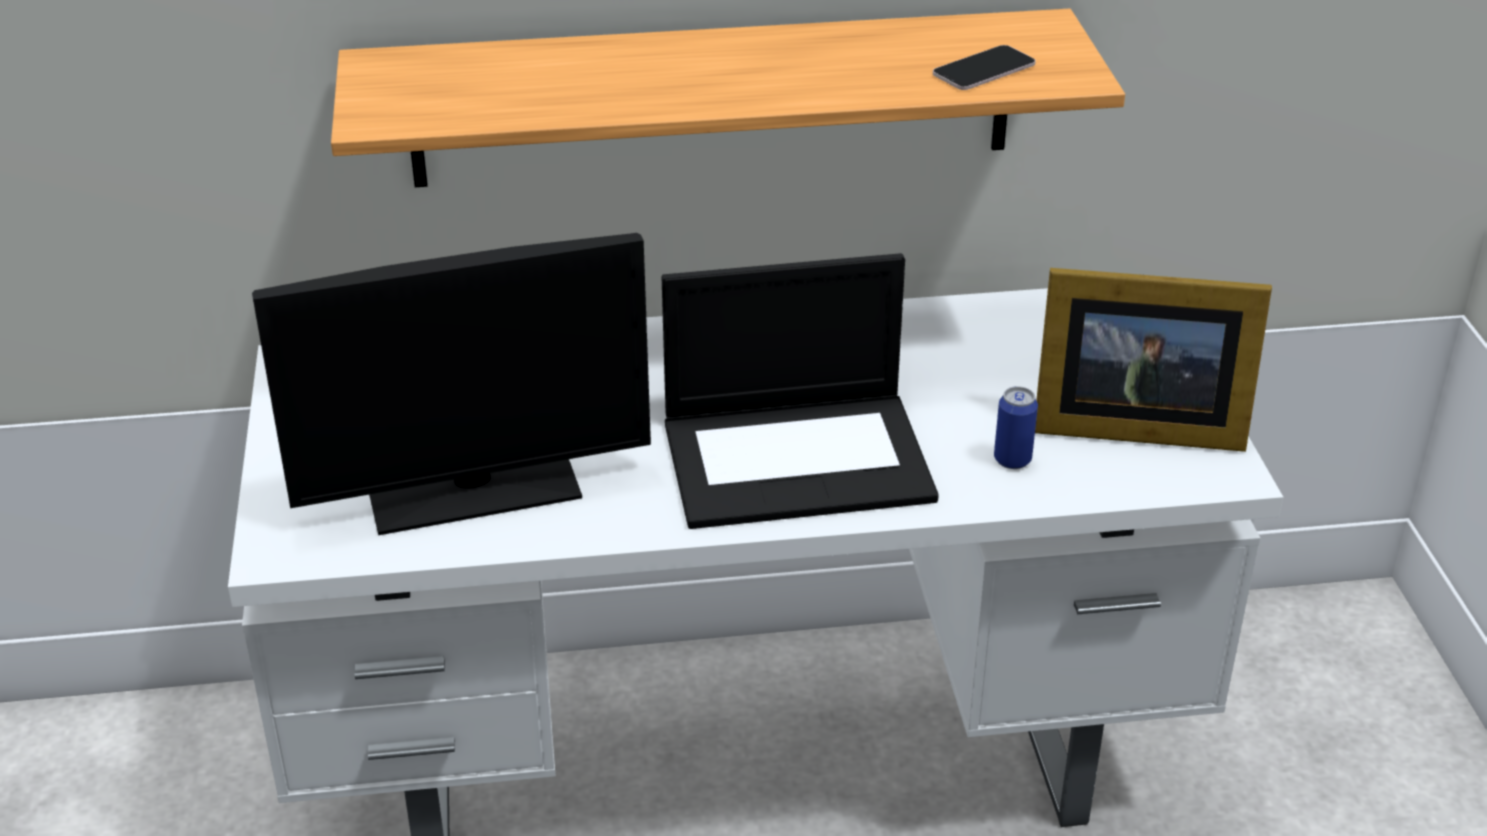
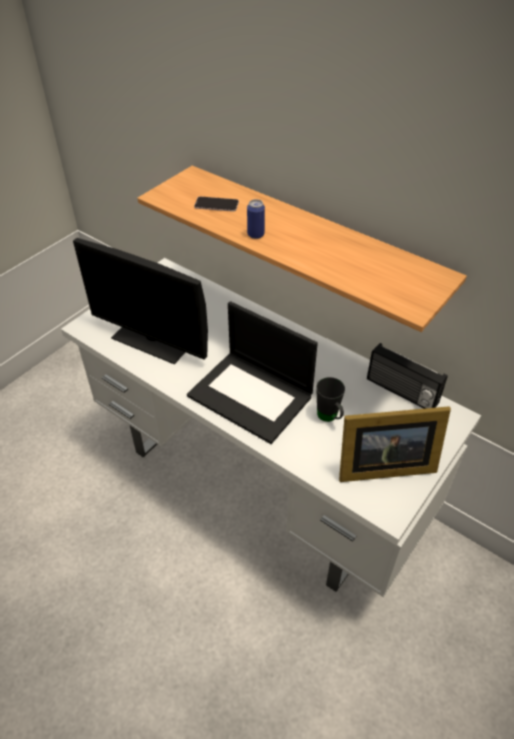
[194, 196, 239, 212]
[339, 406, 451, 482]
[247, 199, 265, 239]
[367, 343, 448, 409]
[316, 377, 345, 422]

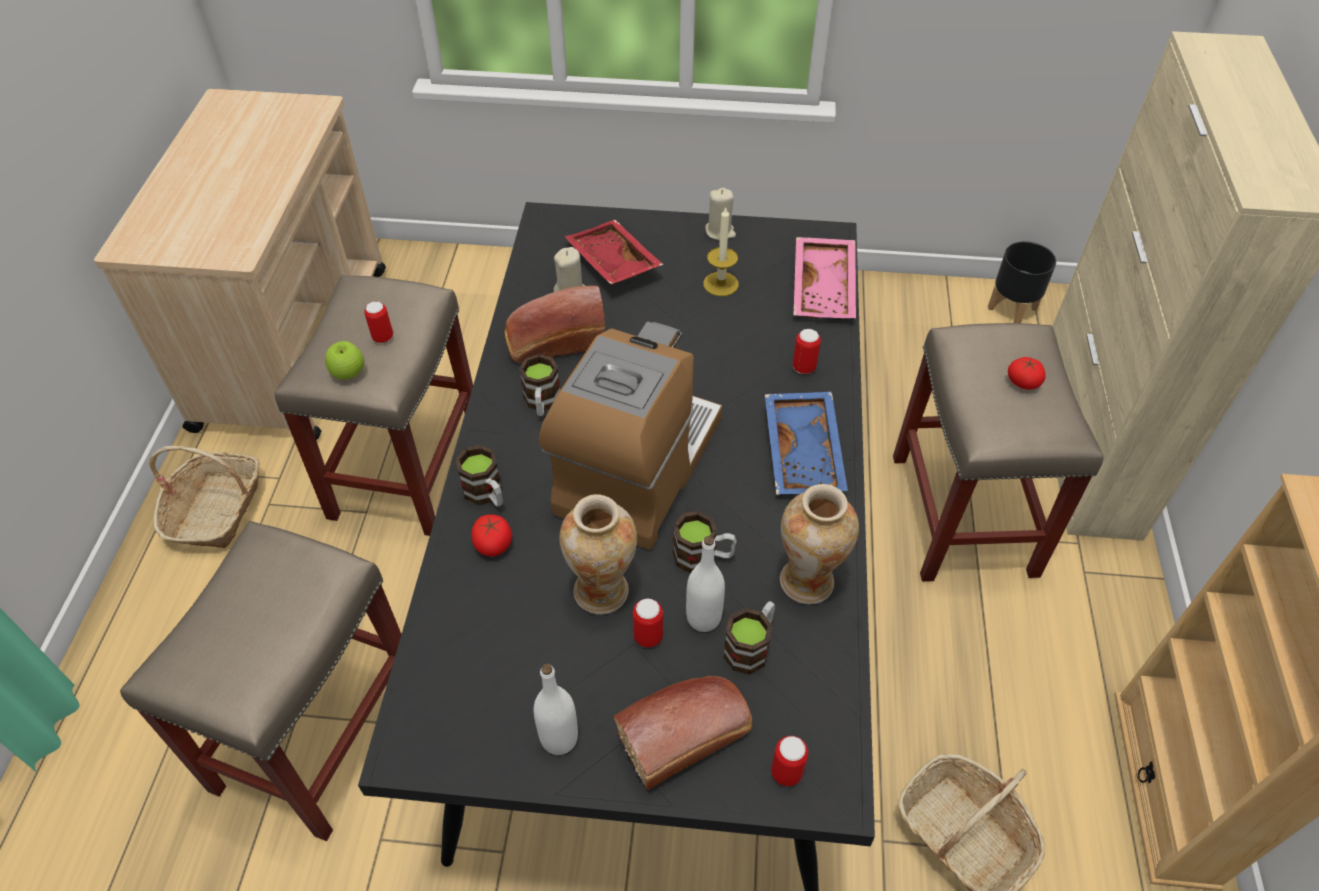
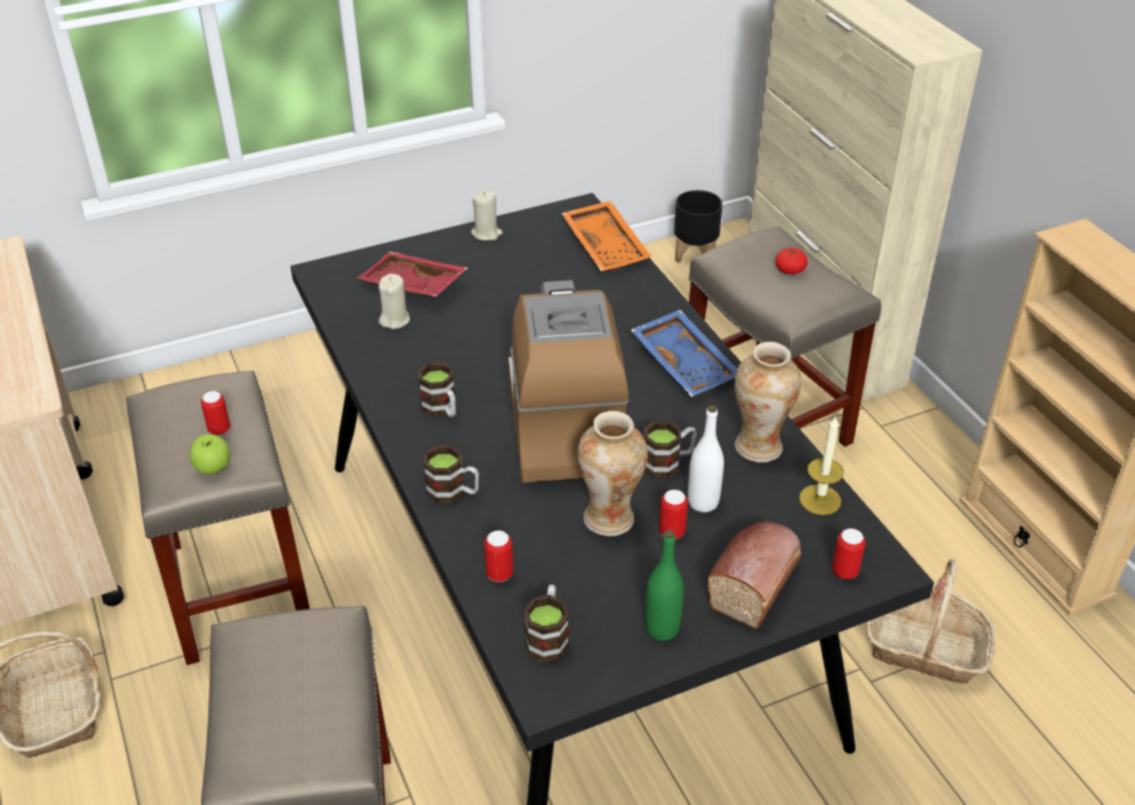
[799, 415, 844, 515]
[562, 201, 652, 271]
[504, 286, 605, 363] (first image)
[484, 530, 513, 582]
[471, 515, 512, 557] (first image)
[524, 585, 569, 663]
[645, 530, 684, 641]

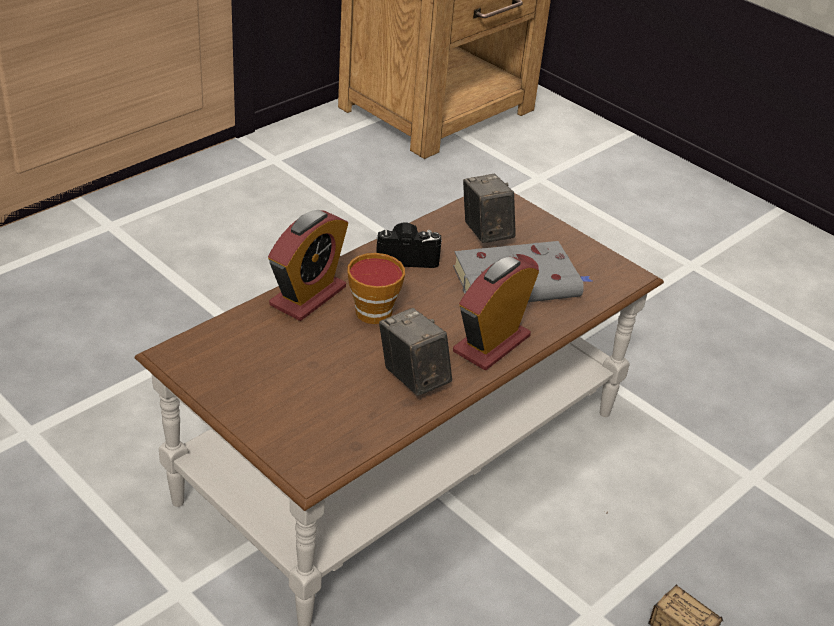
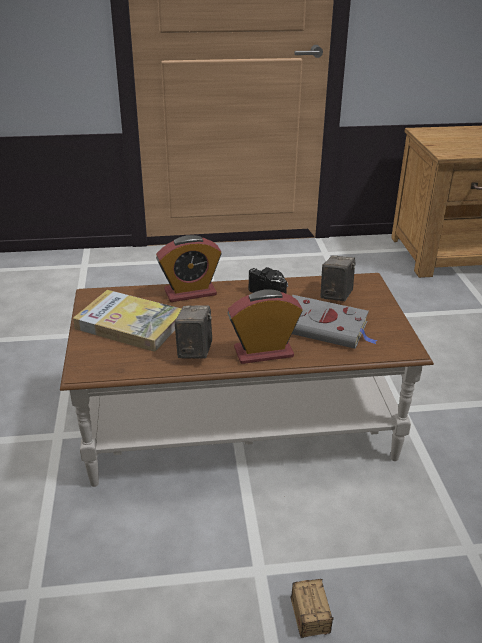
[348, 253, 405, 324] (first image)
[73, 290, 181, 352]

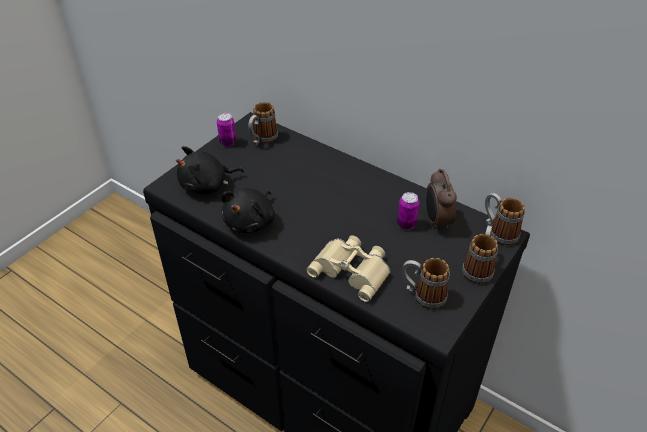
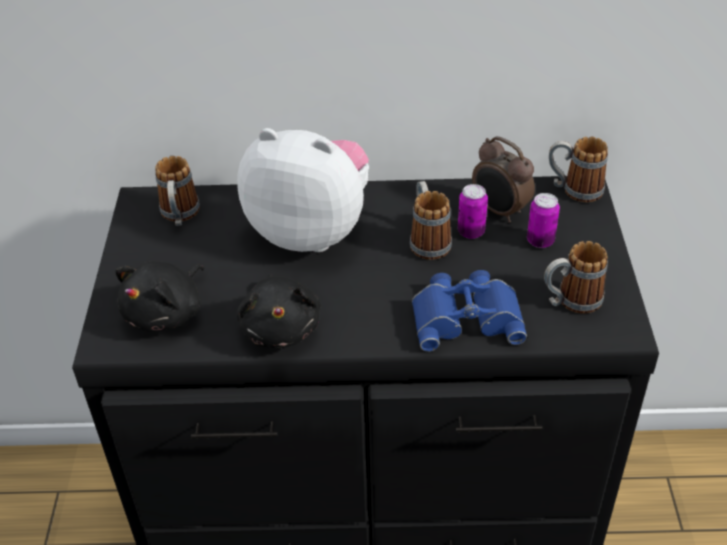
[527, 193, 560, 248]
[410, 181, 452, 260]
[412, 270, 527, 352]
[237, 128, 369, 252]

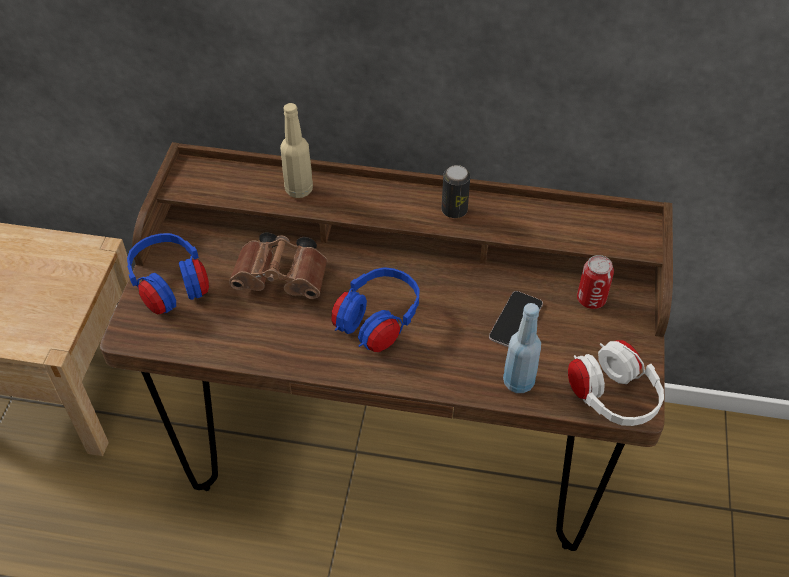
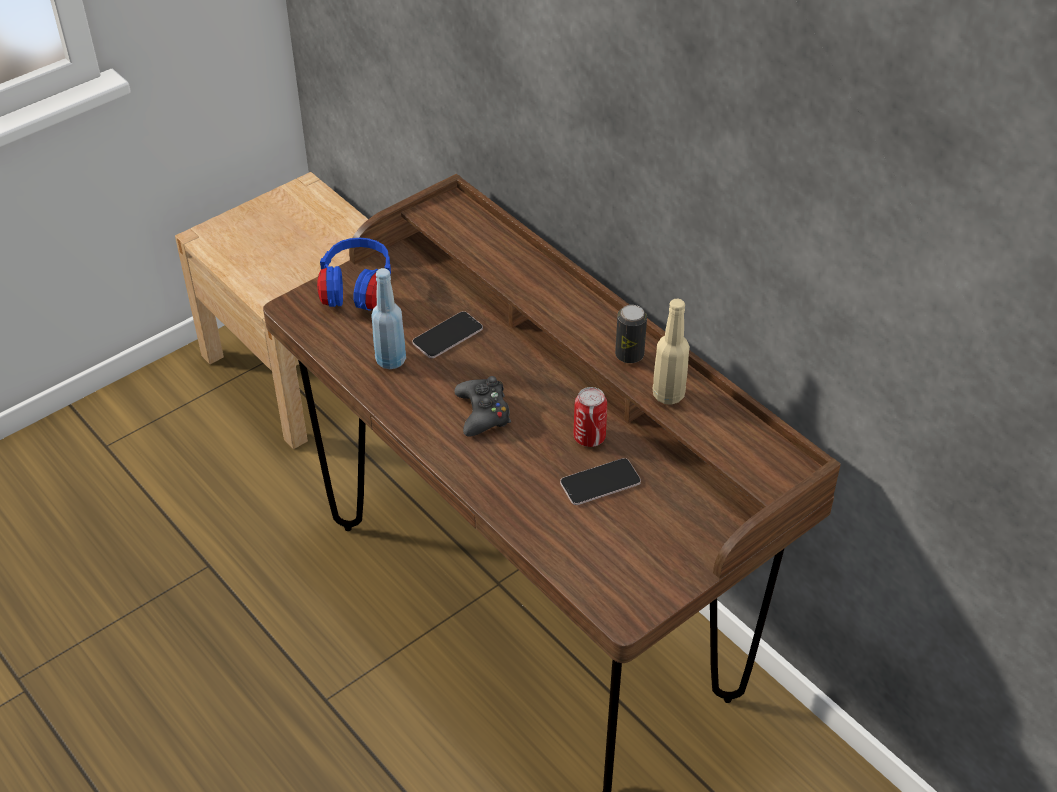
[653, 299, 690, 405]
[412, 311, 483, 358]
[573, 387, 607, 447]
[454, 376, 511, 436]
[371, 268, 406, 369]
[568, 340, 664, 426] (first image)

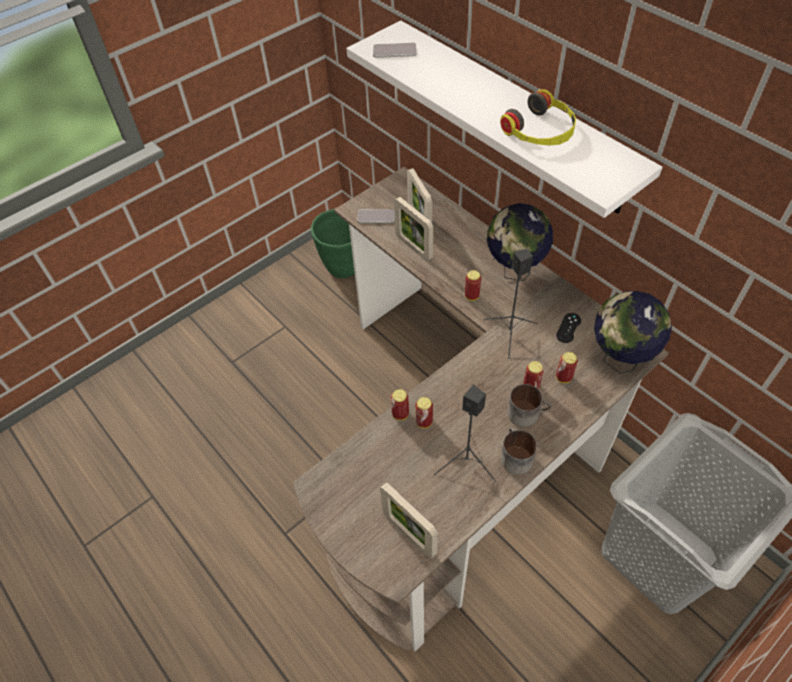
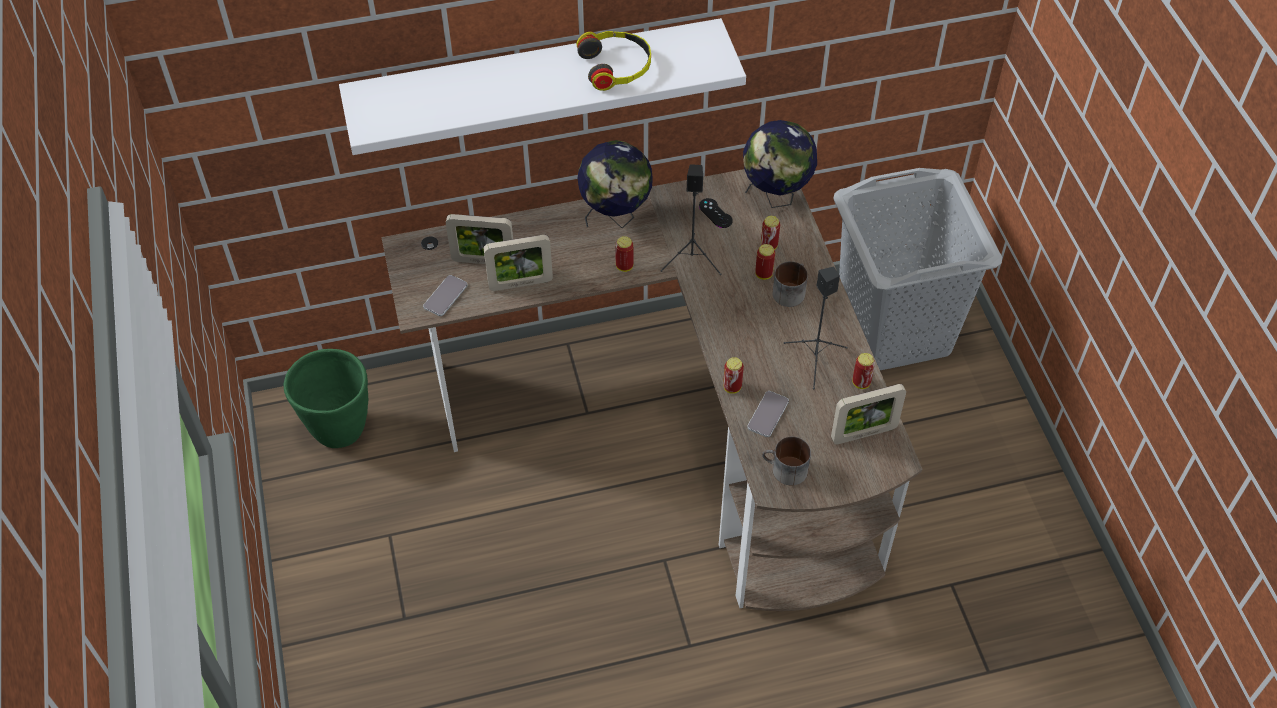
[747, 391, 789, 437]
[853, 353, 875, 389]
[762, 437, 811, 485]

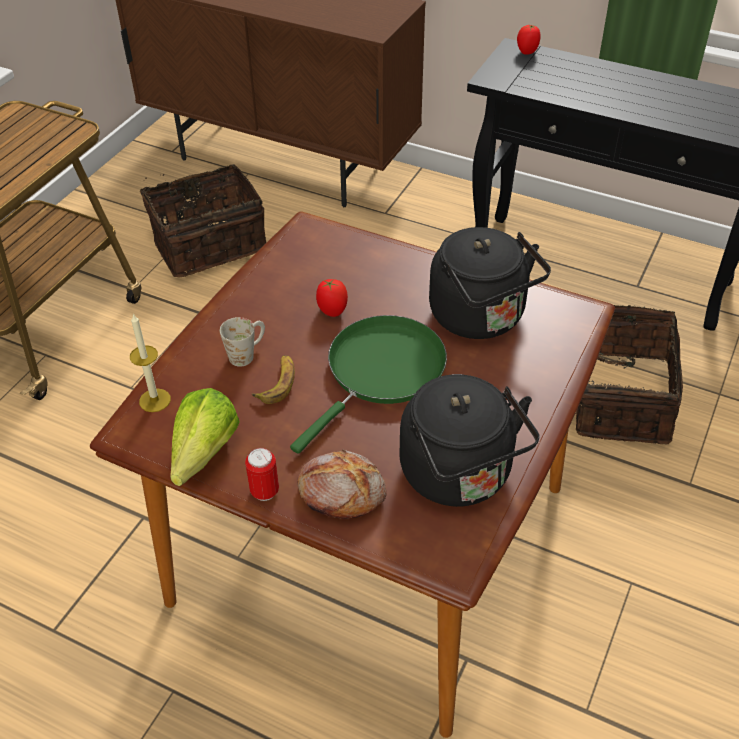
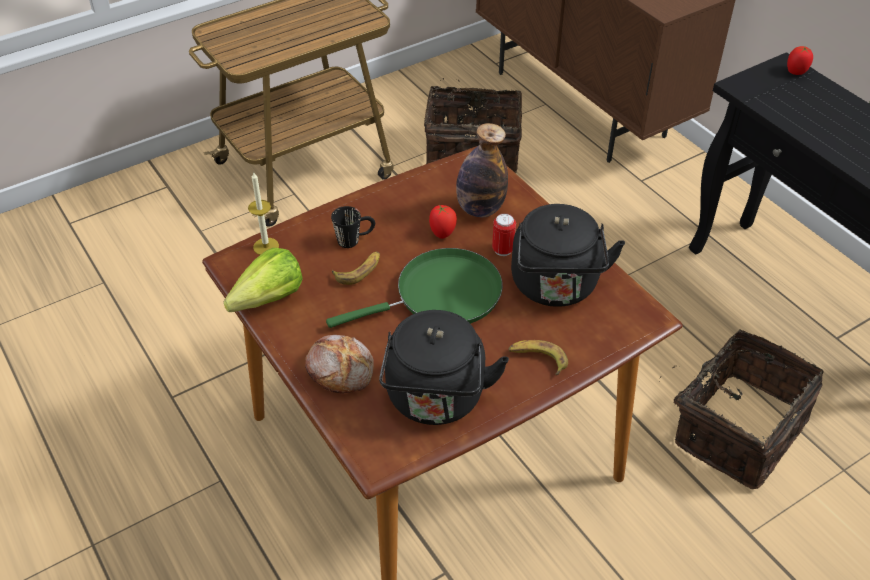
[331, 206, 375, 248]
[492, 213, 516, 256]
[456, 123, 508, 217]
[508, 340, 568, 375]

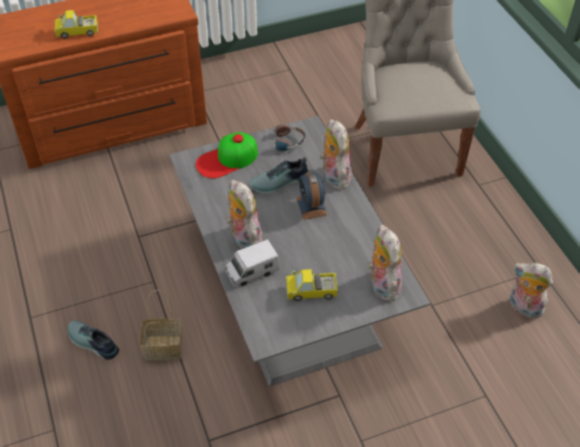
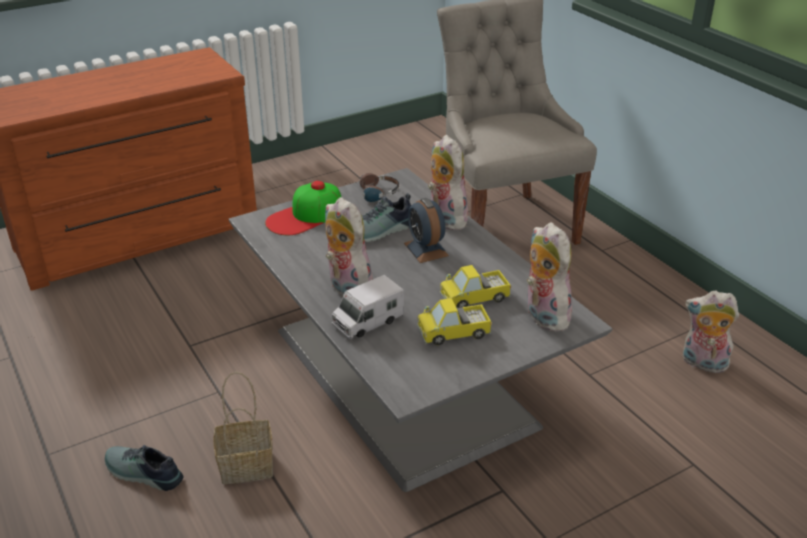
[440, 265, 511, 308]

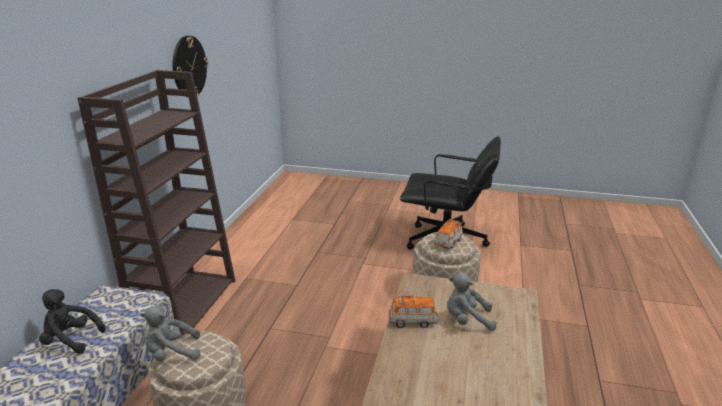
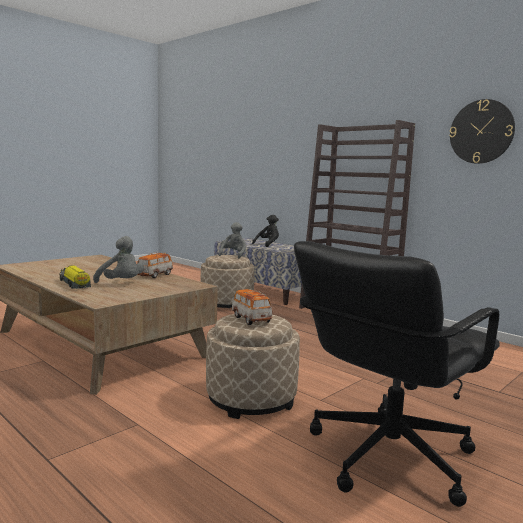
[93, 236, 144, 283]
[59, 265, 91, 289]

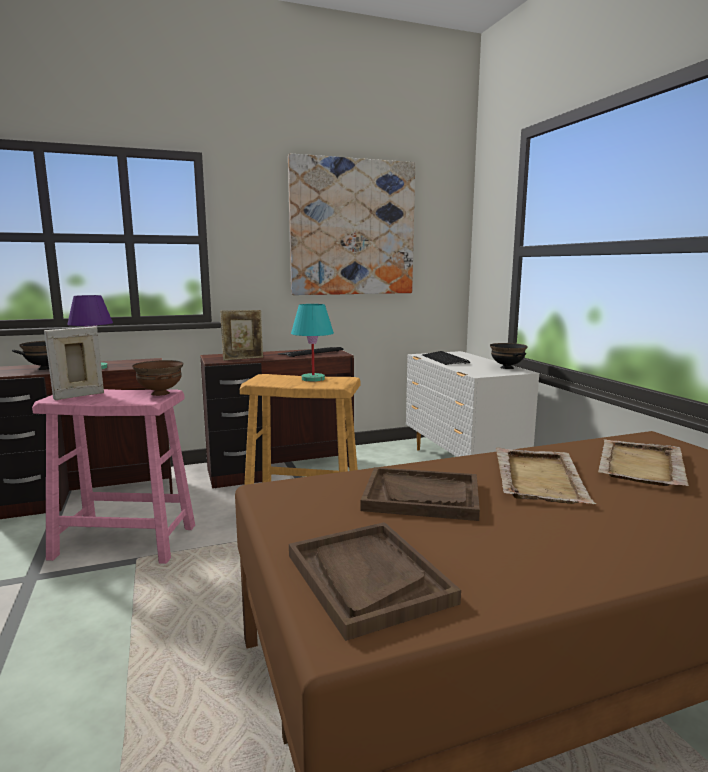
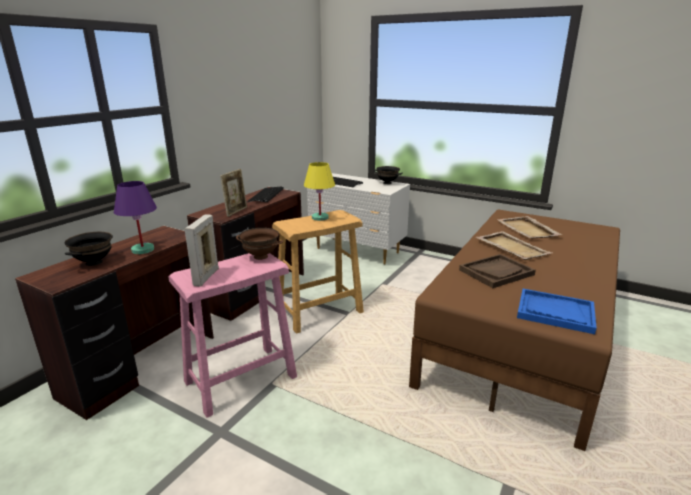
[288, 154, 415, 295] (first image)
[304, 162, 335, 221]
[517, 289, 597, 334]

